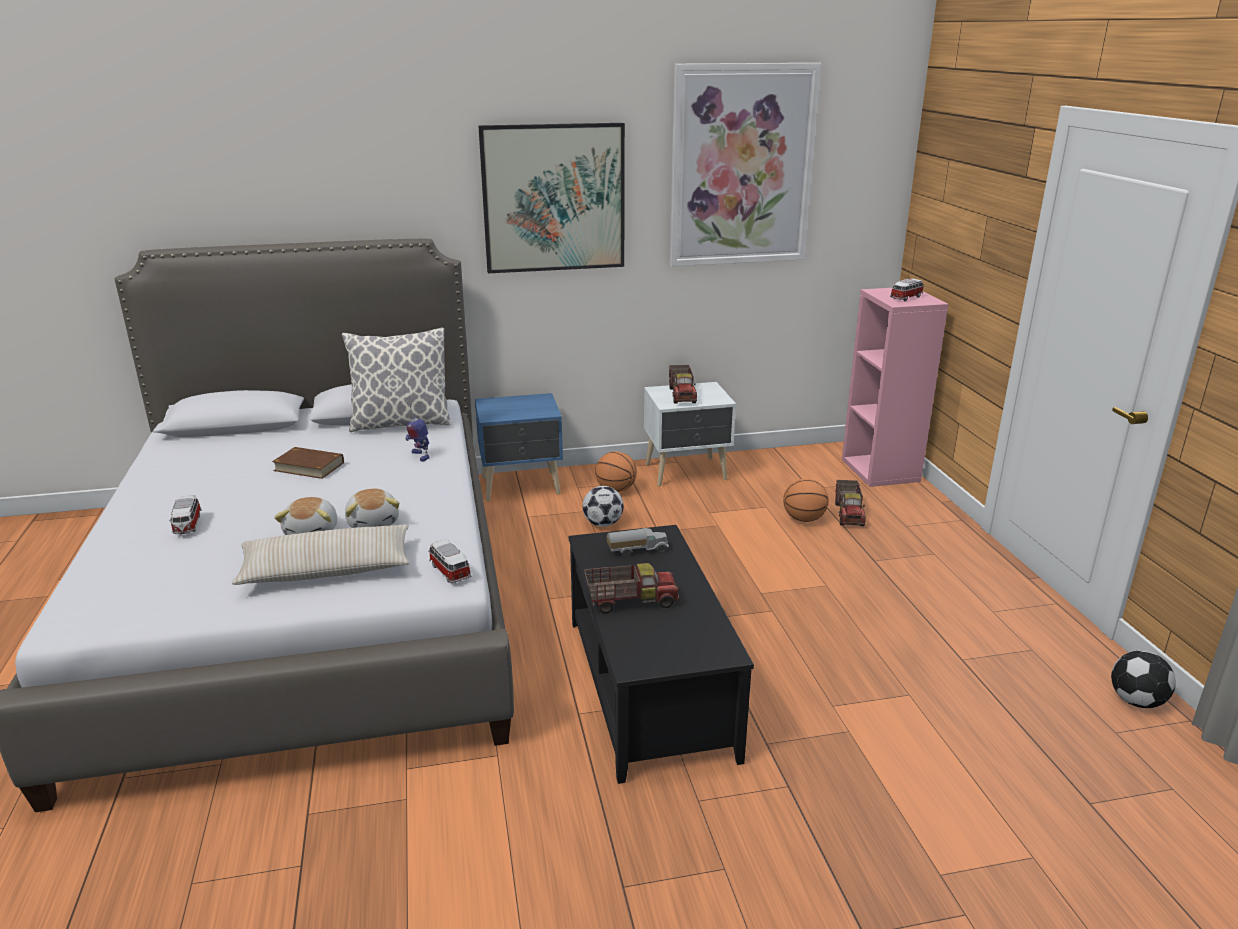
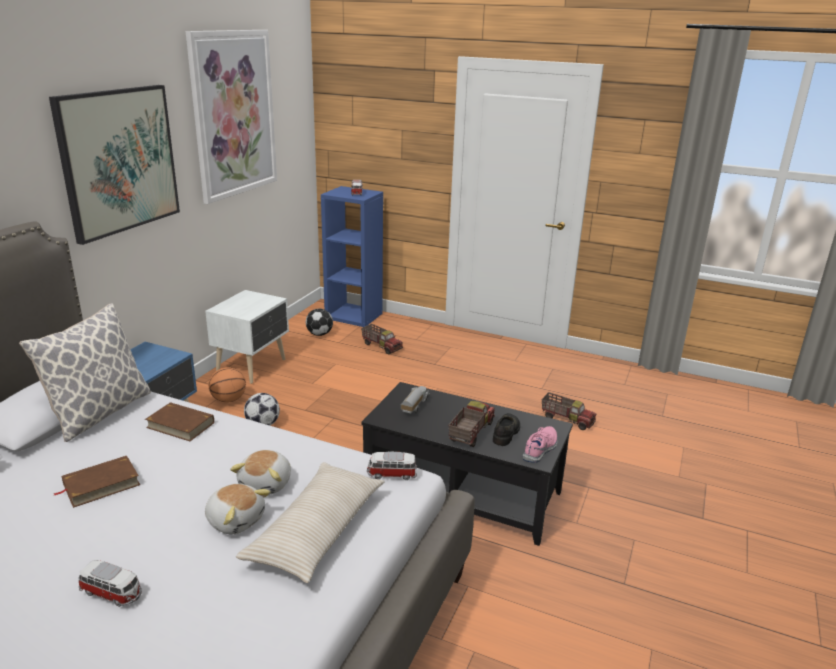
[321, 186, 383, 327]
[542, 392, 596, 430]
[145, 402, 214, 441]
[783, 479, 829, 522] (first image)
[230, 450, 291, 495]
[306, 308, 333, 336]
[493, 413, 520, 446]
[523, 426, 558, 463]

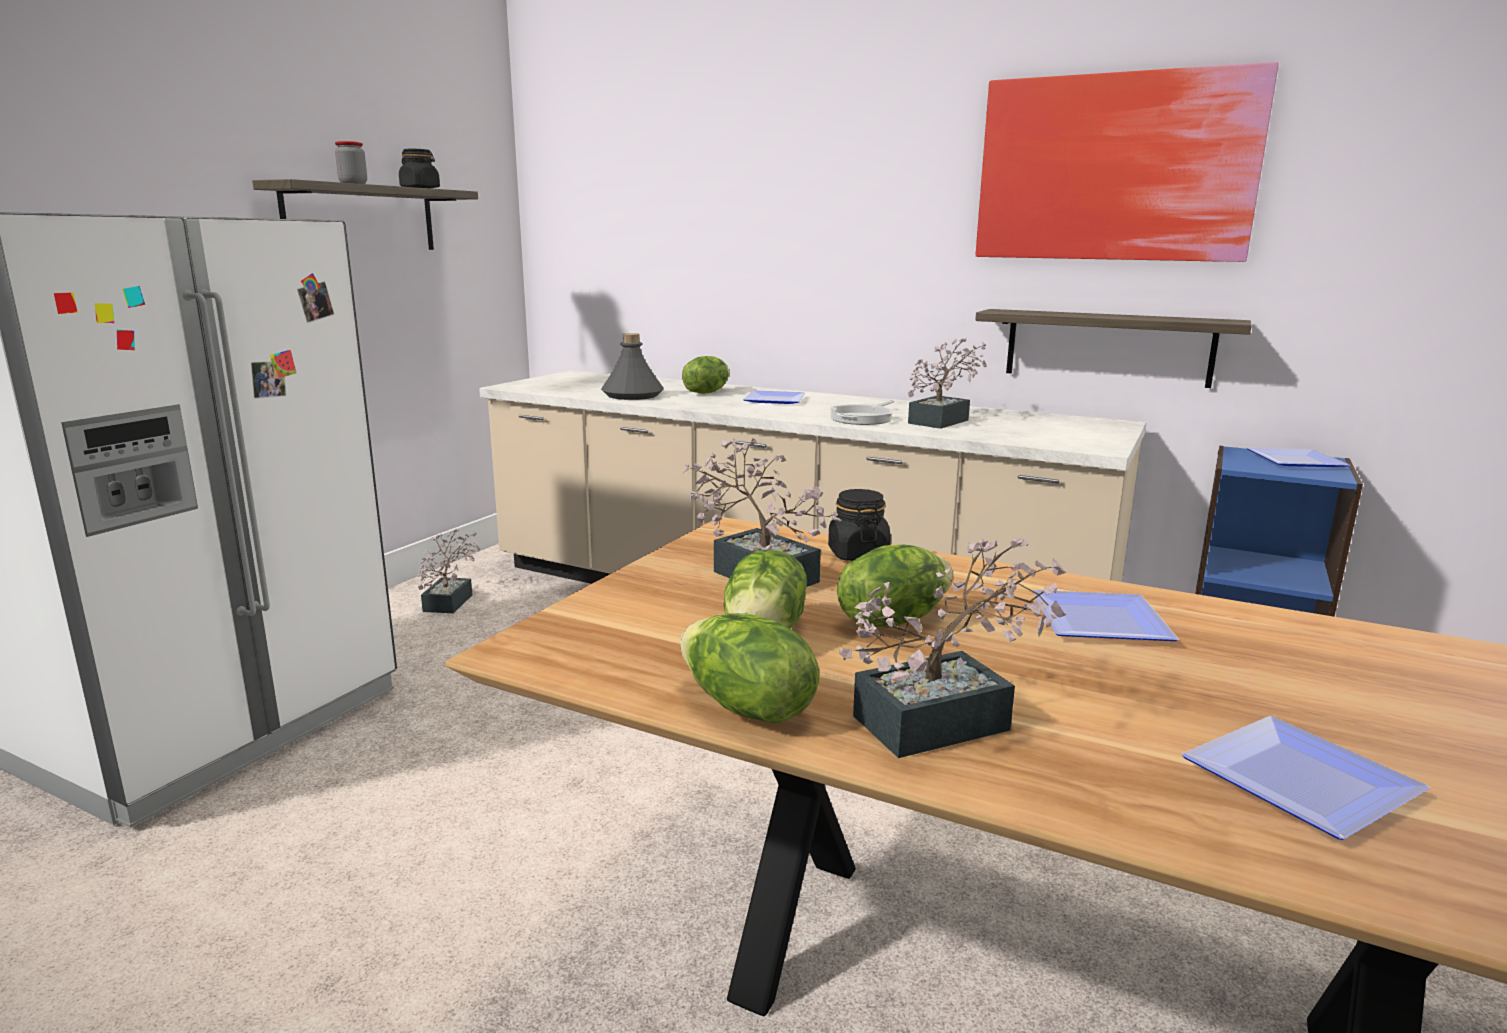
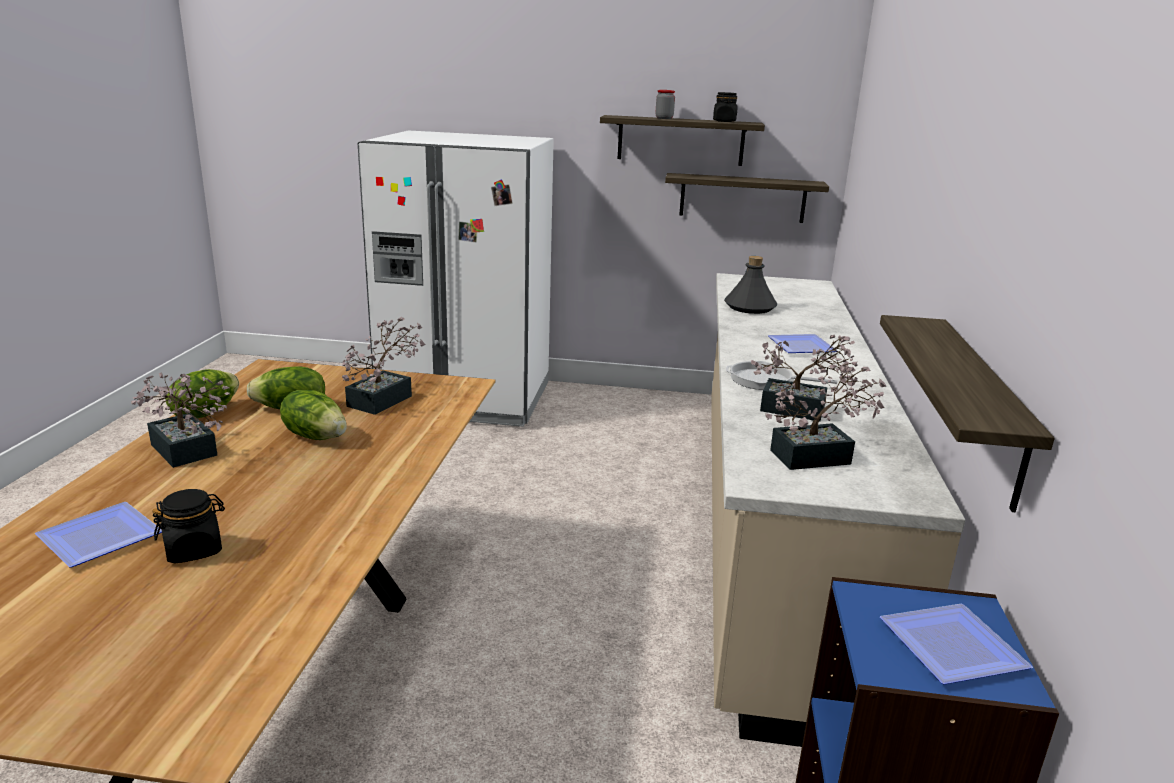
[976, 62, 1279, 262] (first image)
[682, 356, 730, 394] (first image)
[152, 489, 225, 563]
[766, 366, 886, 470]
[1033, 590, 1179, 641] (first image)
[665, 173, 829, 223]

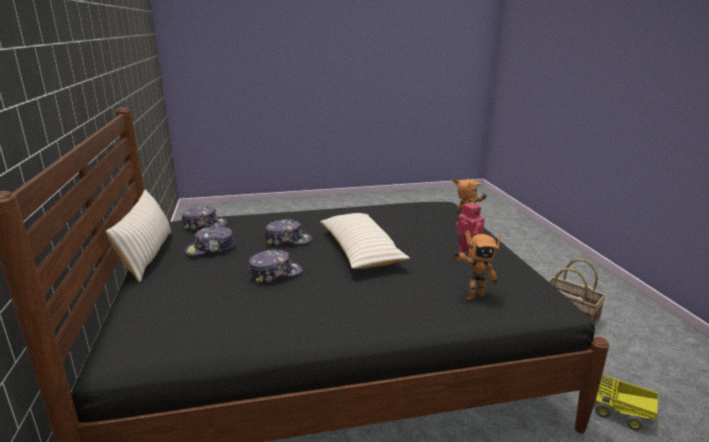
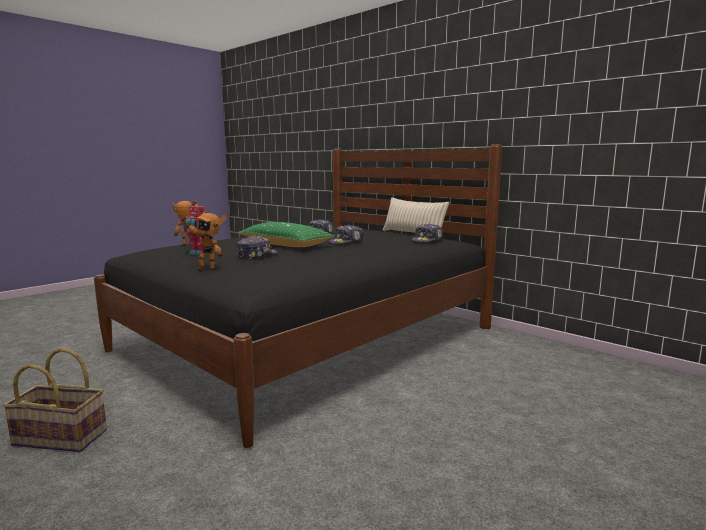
[238, 222, 334, 247]
[237, 236, 278, 260]
[594, 375, 658, 431] (first image)

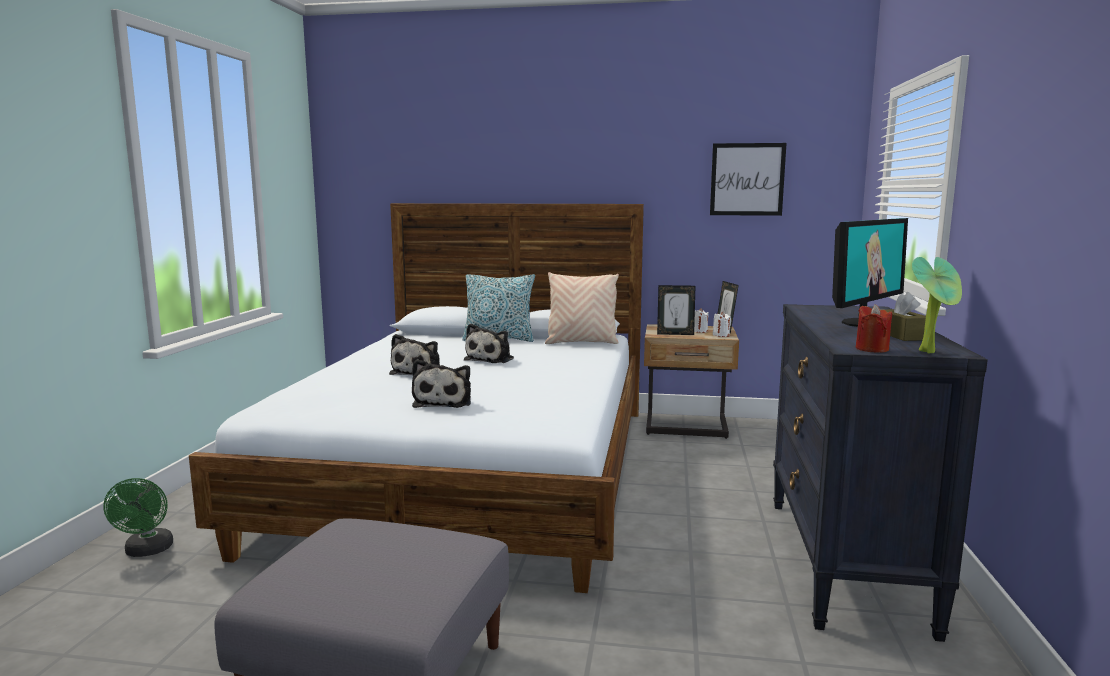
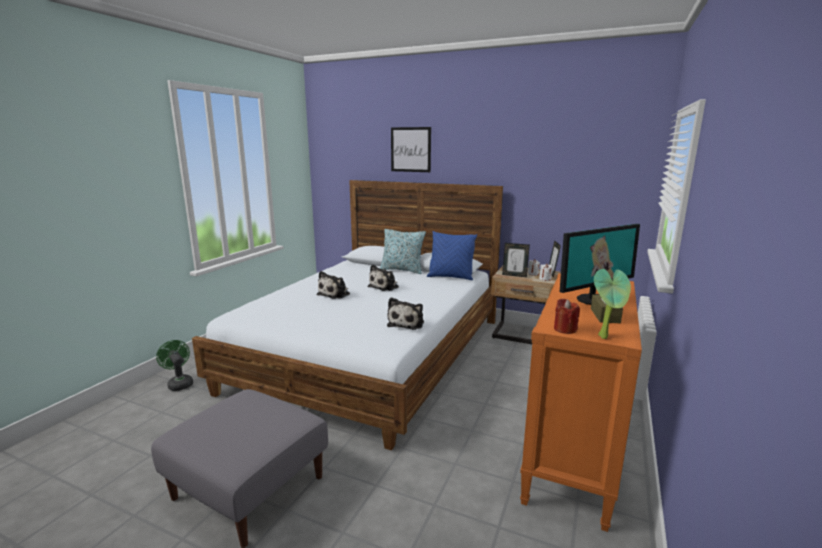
[391, 127, 431, 172]
[427, 231, 477, 280]
[520, 273, 642, 532]
[387, 297, 424, 330]
[156, 340, 193, 391]

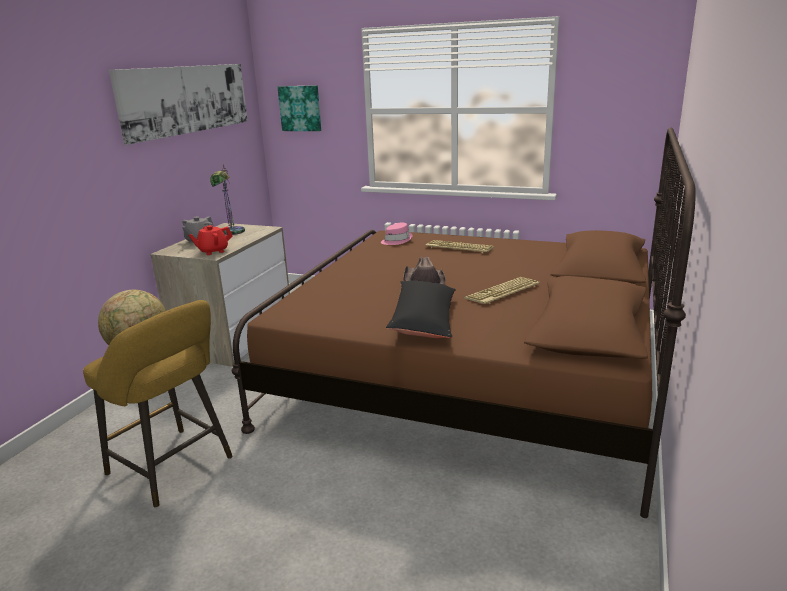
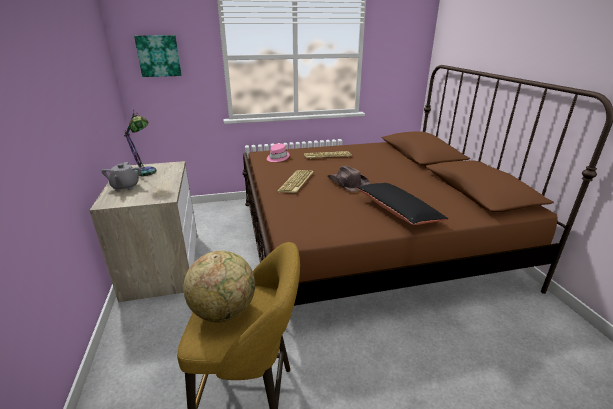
[109, 64, 248, 145] (first image)
[188, 225, 232, 255] (first image)
[277, 170, 314, 193]

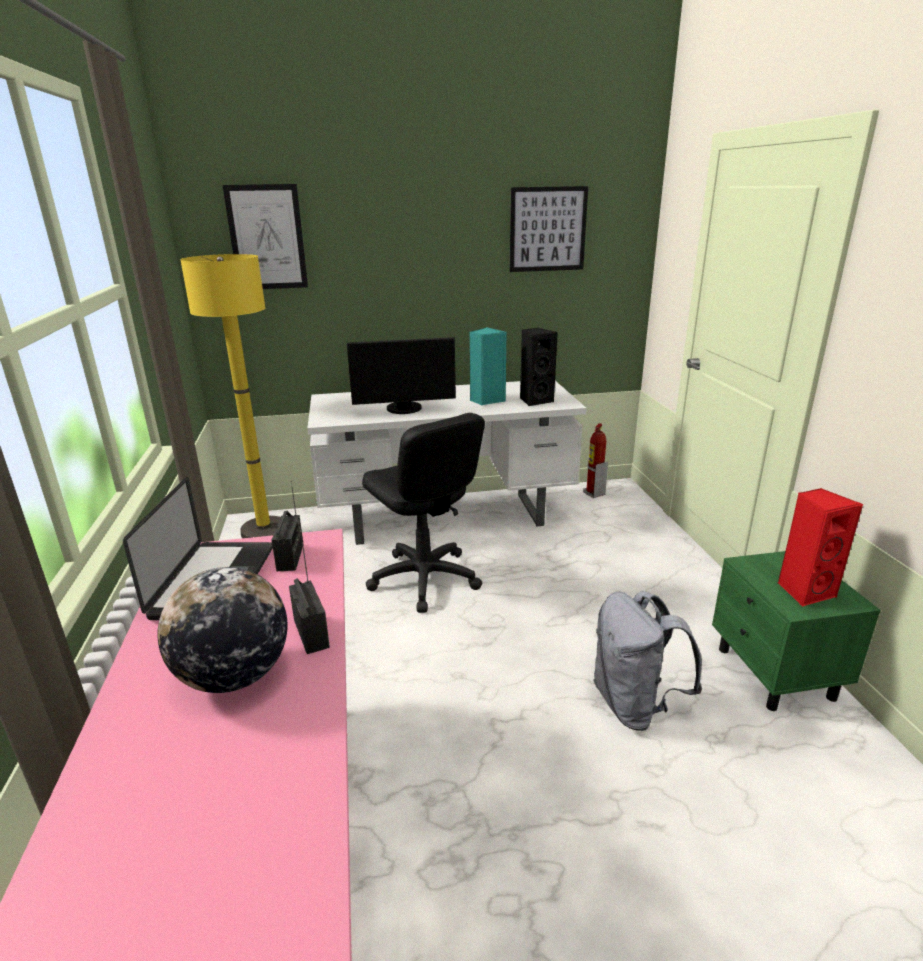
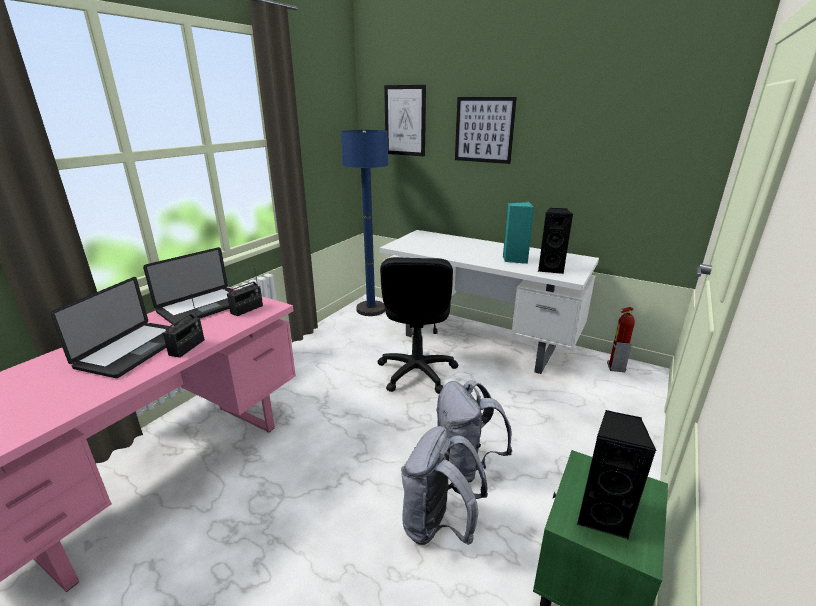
[455, 97, 517, 164]
[341, 130, 388, 316]
[347, 337, 456, 414] (first image)
[577, 410, 656, 540]
[50, 277, 171, 378]
[436, 380, 512, 482]

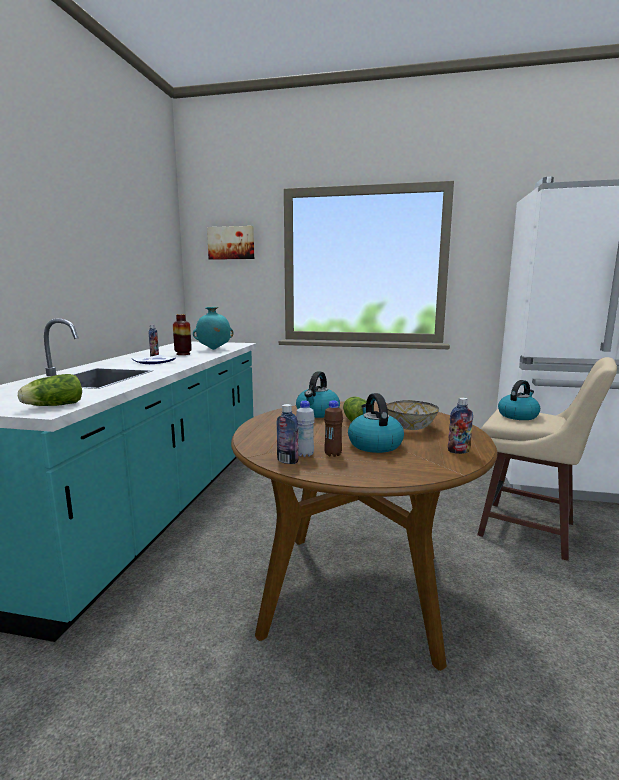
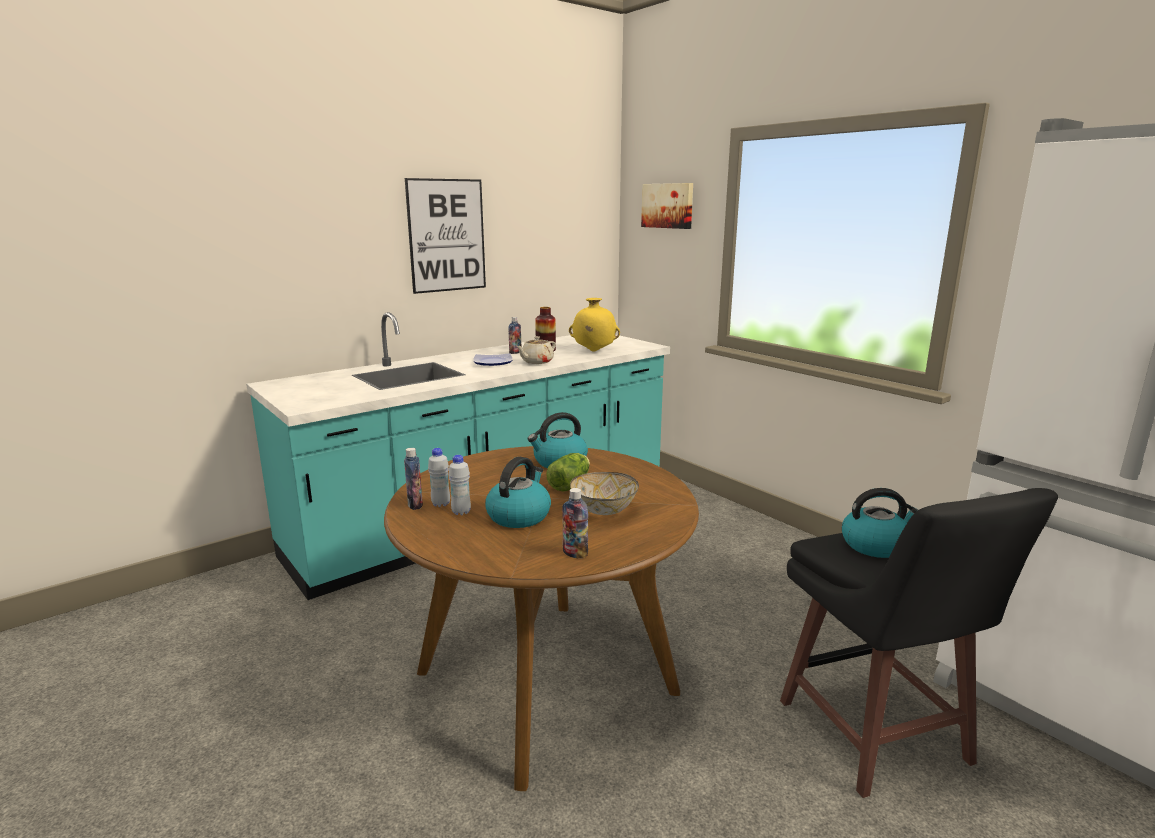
[569, 298, 620, 352]
[780, 488, 1058, 798]
[18, 374, 82, 406] (first image)
[448, 455, 471, 515]
[405, 178, 486, 294]
[516, 336, 556, 364]

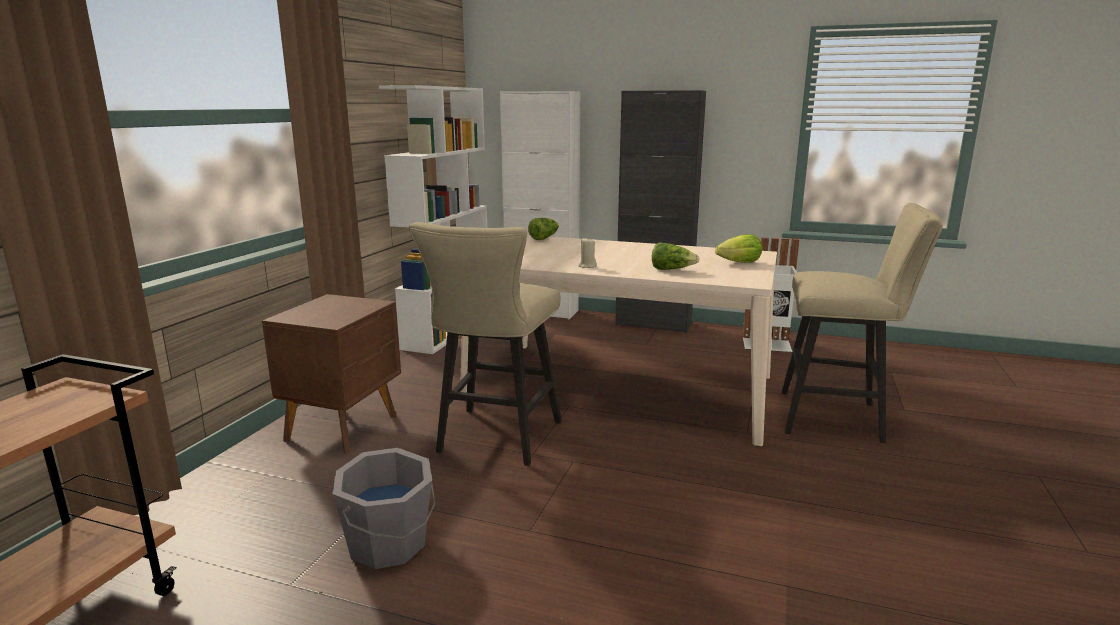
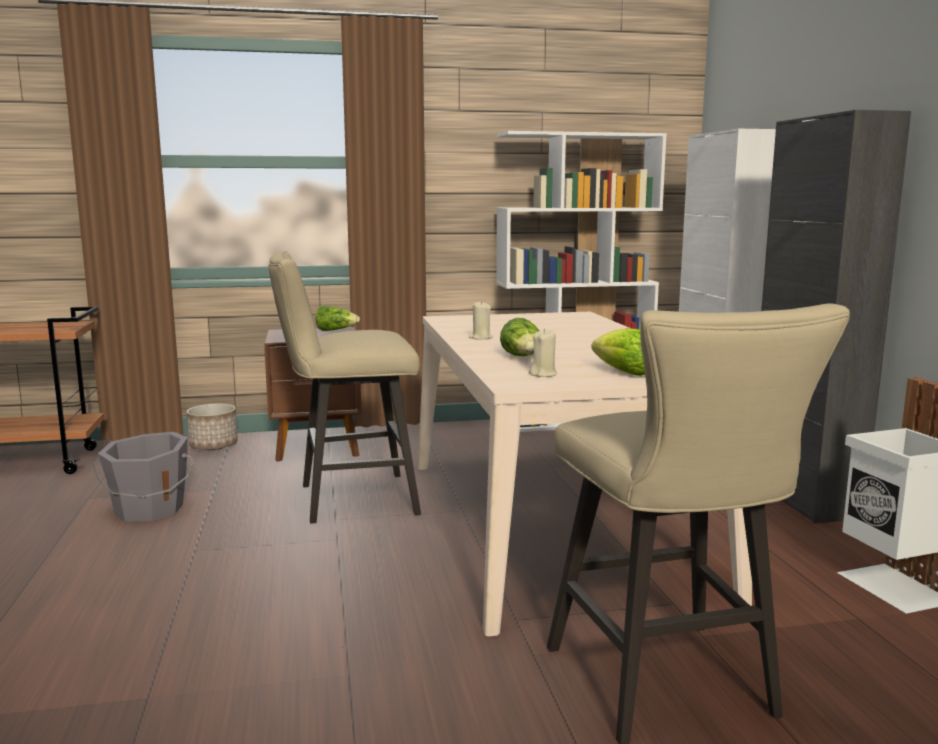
[316, 306, 360, 331]
[529, 329, 557, 377]
[186, 404, 238, 450]

